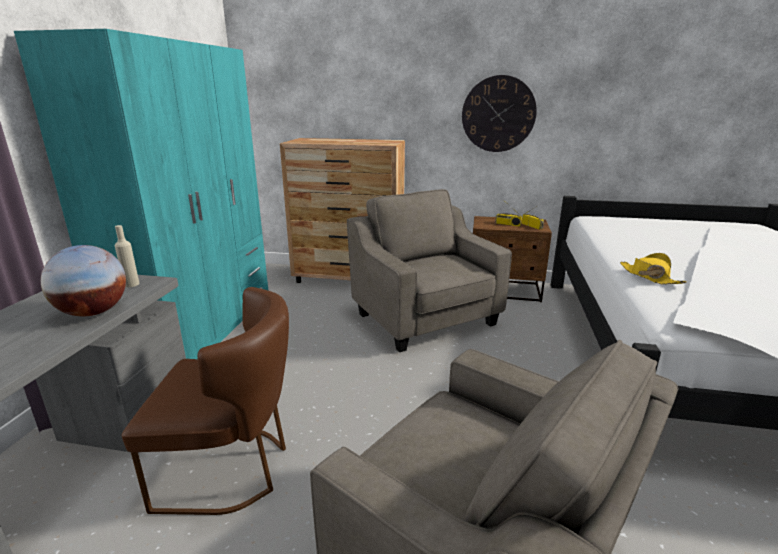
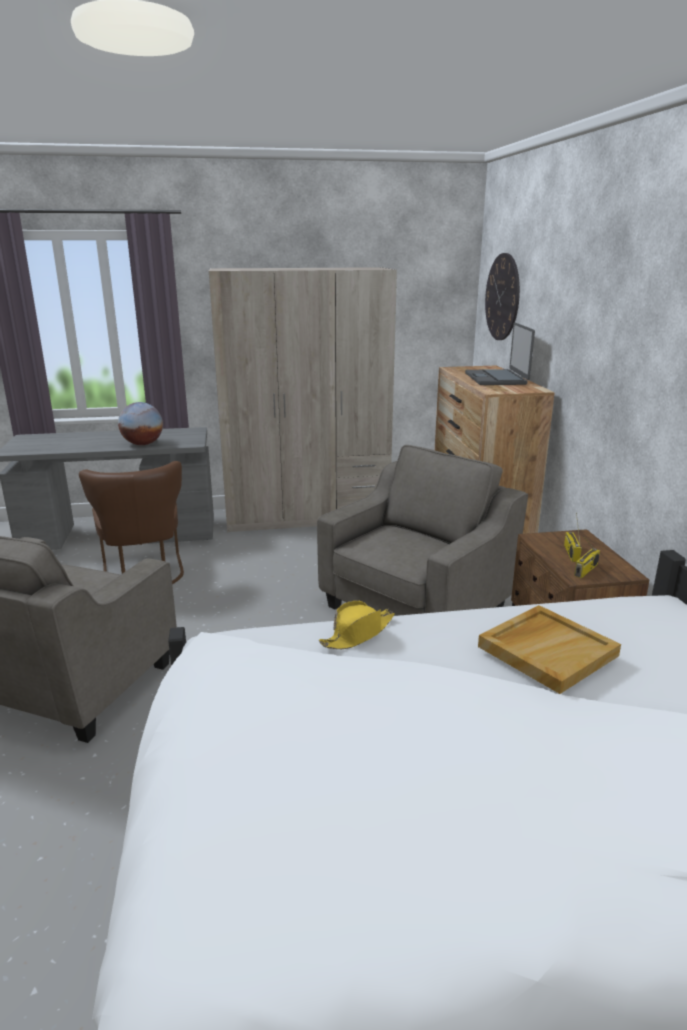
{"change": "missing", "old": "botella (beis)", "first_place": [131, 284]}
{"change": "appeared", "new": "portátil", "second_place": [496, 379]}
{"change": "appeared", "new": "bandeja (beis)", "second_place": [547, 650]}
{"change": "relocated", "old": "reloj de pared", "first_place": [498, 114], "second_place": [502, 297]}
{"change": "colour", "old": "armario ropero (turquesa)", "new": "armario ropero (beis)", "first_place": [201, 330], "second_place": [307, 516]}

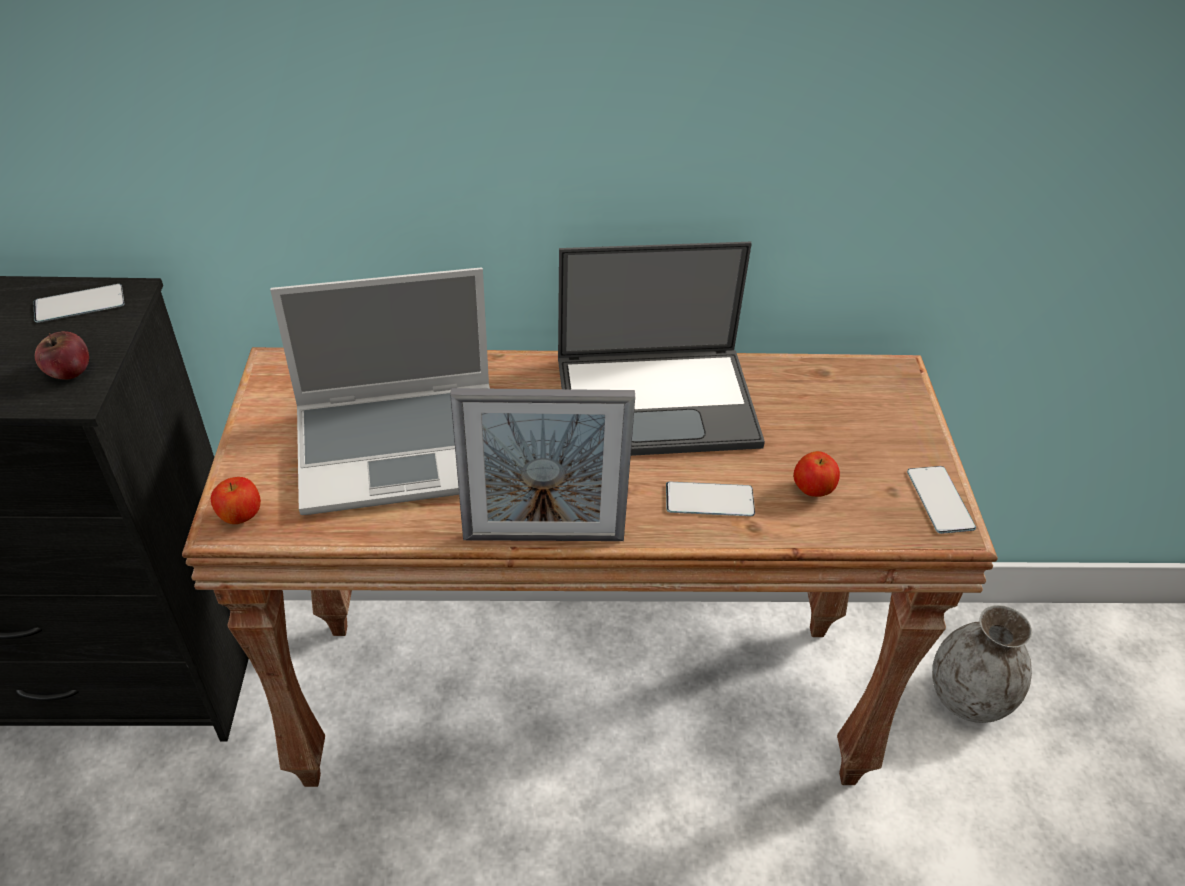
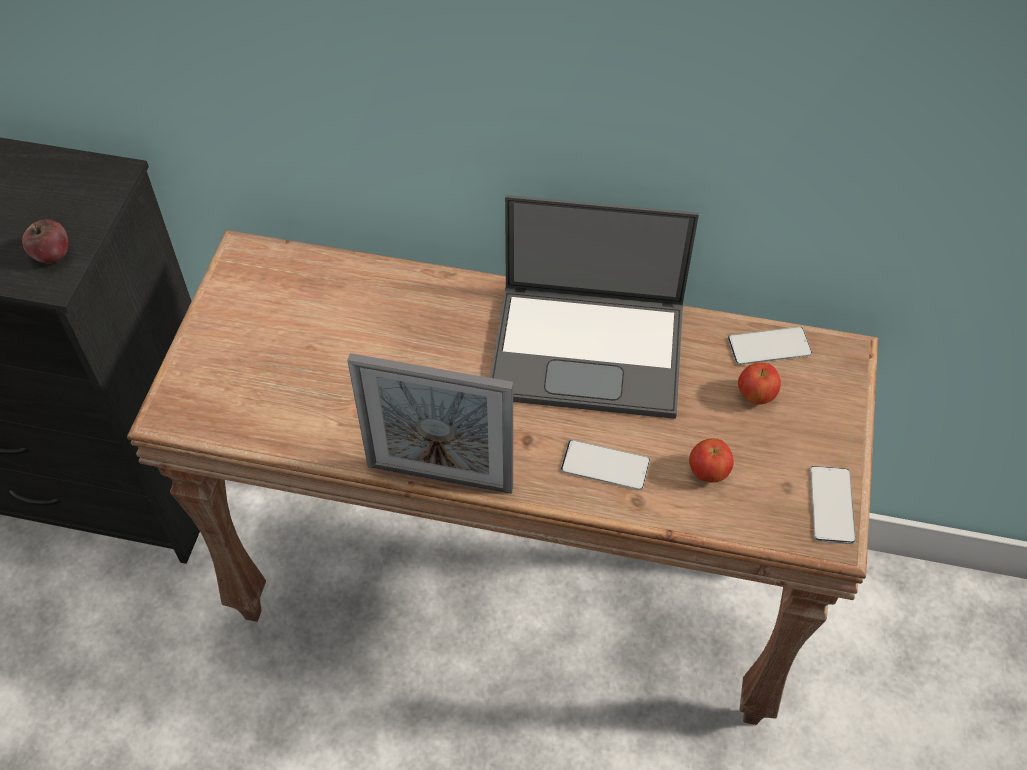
{"change": "missing", "old": "portátil", "first_place": [404, 447]}
{"change": "missing", "old": "florero (gris)", "first_place": [968, 698]}
{"change": "relocated", "old": "móvil", "first_place": [79, 304], "second_place": [769, 346]}
{"change": "relocated", "old": "manzana", "first_place": [240, 516], "second_place": [755, 395]}

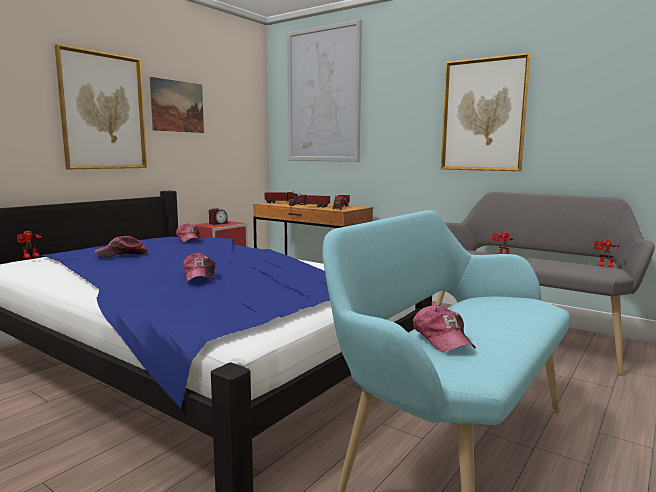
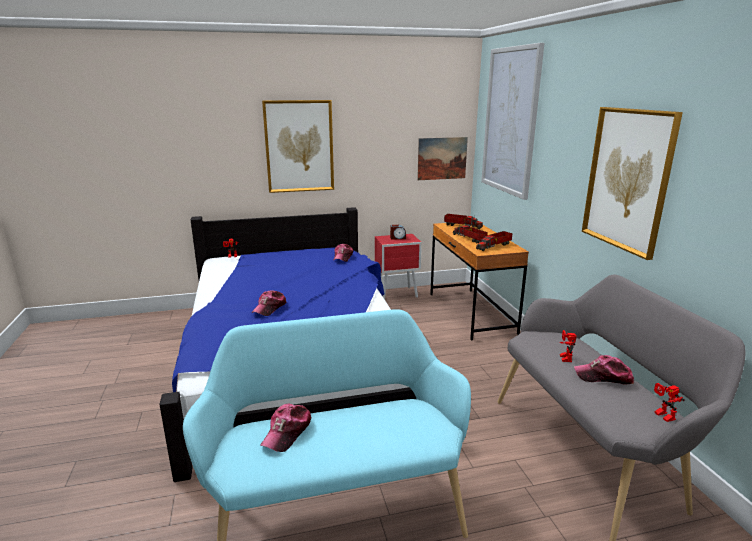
{"change": "relocated", "old": "gorra", "first_place": [122, 254], "second_place": [603, 377]}
{"change": "relocated", "old": "cuadro", "first_place": [177, 106], "second_place": [442, 158]}

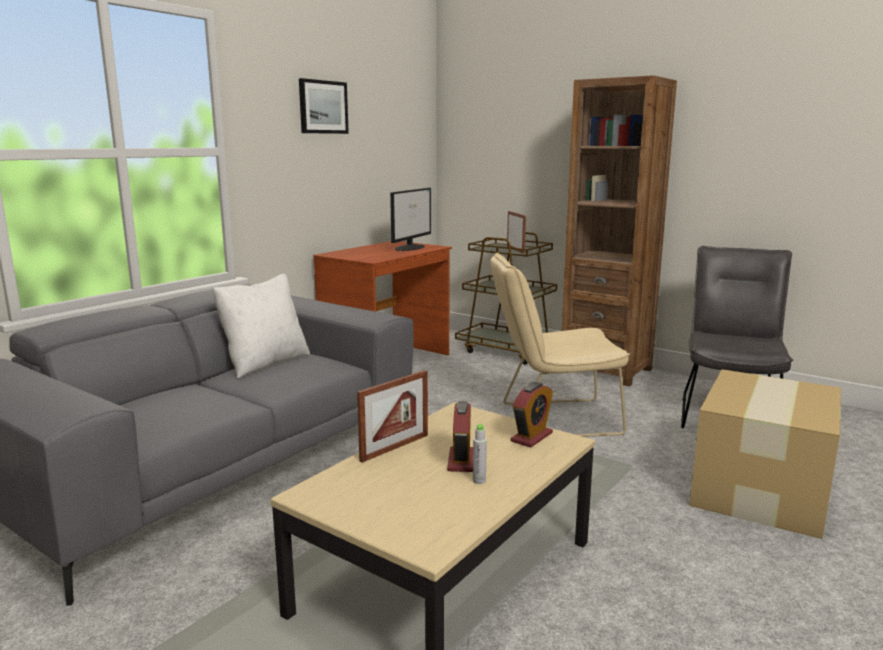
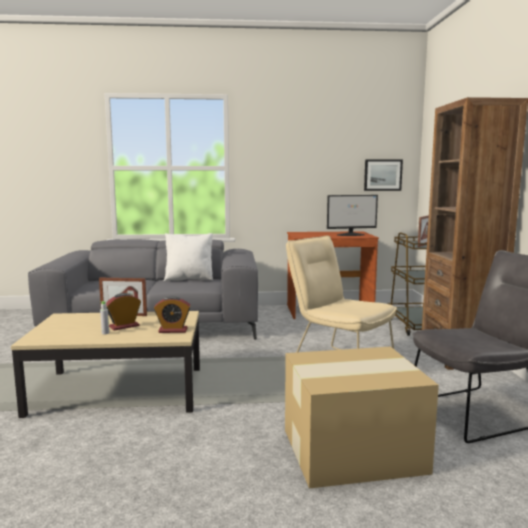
{"change": "relocated", "old": "cuadro", "first_place": [323, 107], "second_place": [382, 175]}

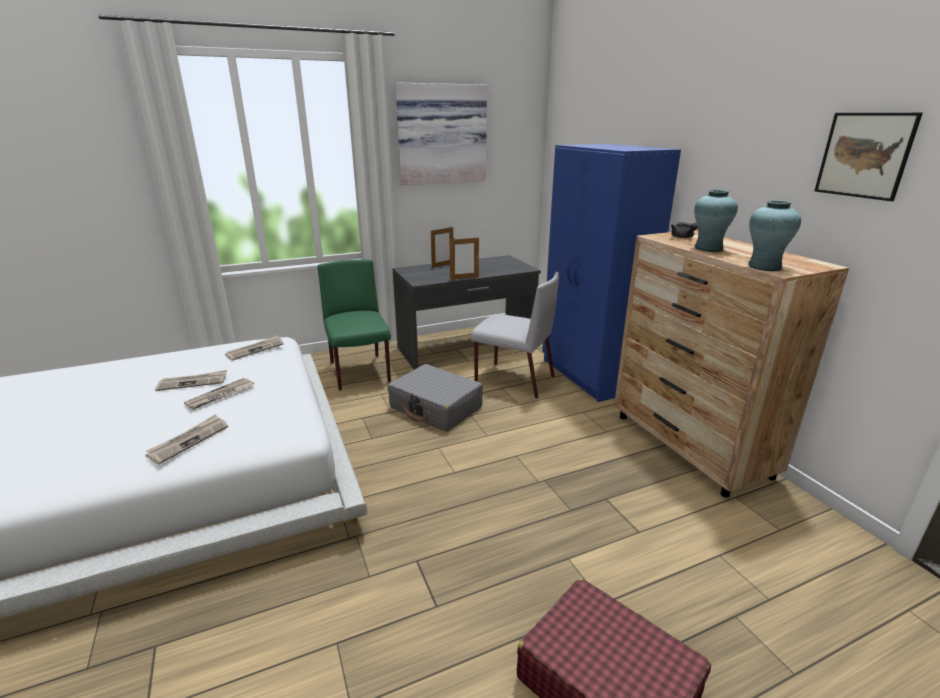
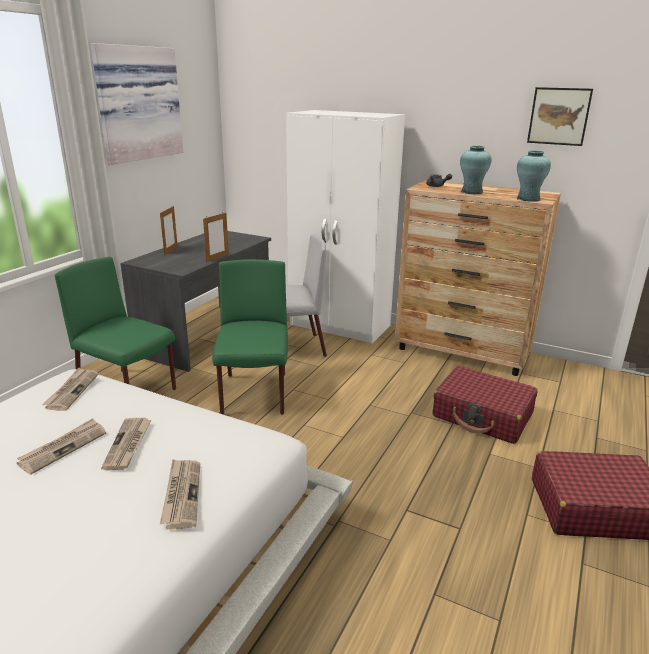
{"change": "appeared", "new": "maleta (rojo)", "second_place": [482, 415]}
{"change": "exchanged", "old": "maleta (gris)", "new": "silla (verde)", "first_place": [436, 408], "second_place": [254, 395]}
{"change": "colour", "old": "armario ropero (azul)", "new": "armario ropero (blanco)", "first_place": [589, 375], "second_place": [340, 326]}

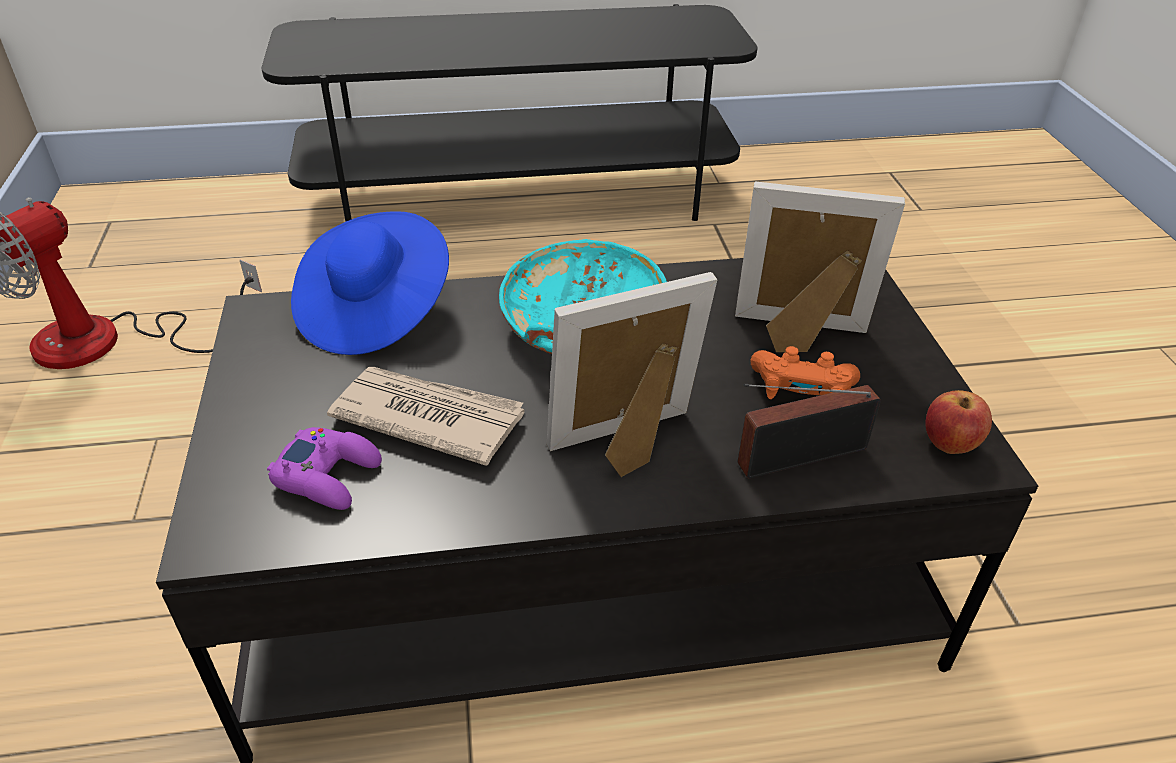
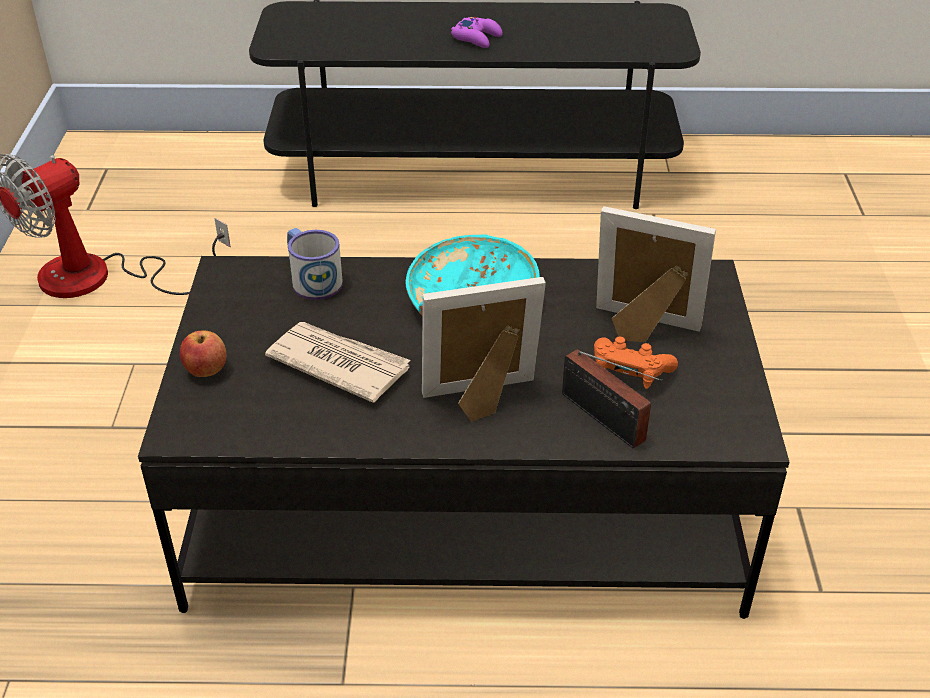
{"change": "relocated", "old": "mando de consola (morado)", "first_place": [328, 475], "second_place": [477, 38]}
{"change": "relocated", "old": "manzana", "first_place": [950, 444], "second_place": [206, 371]}
{"change": "exchanged", "old": "sombrero (azul)", "new": "taza grande", "first_place": [375, 312], "second_place": [312, 279]}
{"change": "spun", "old": "radio", "first_place": [794, 457], "second_place": [606, 421], "degrees": -120}

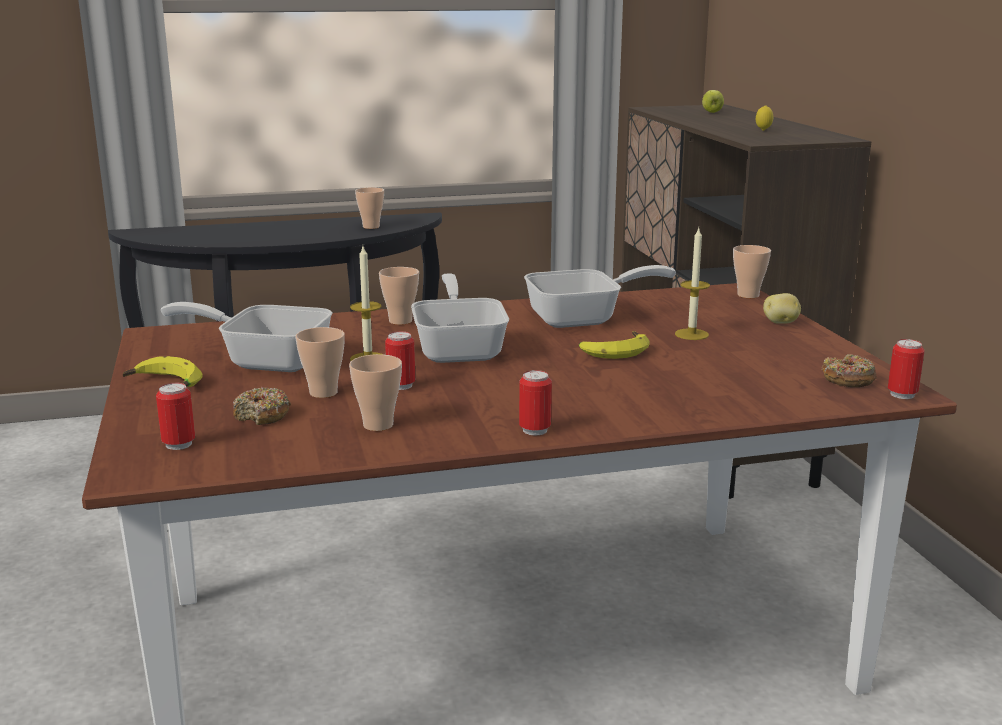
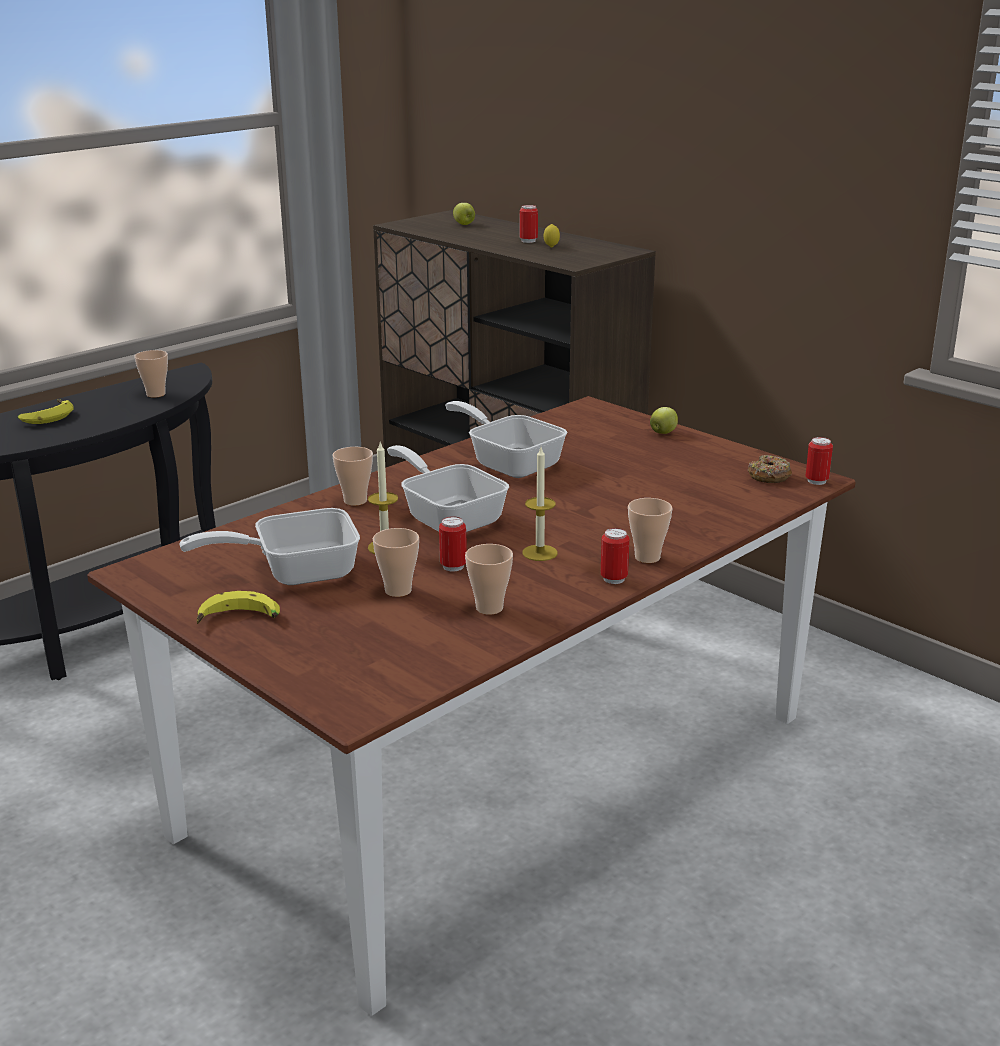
{"change": "missing", "old": "rosquilla", "first_place": [262, 415]}
{"change": "relocated", "old": "lata", "first_place": [179, 444], "second_place": [528, 241]}
{"change": "relocated", "old": "plátano", "first_place": [613, 351], "second_place": [46, 417]}
{"change": "relocated", "old": "vela", "first_place": [691, 334], "second_place": [539, 553]}
{"change": "relocated", "old": "taza", "first_place": [748, 295], "second_place": [647, 557]}
{"change": "exchanged", "old": "patata", "new": "manzana", "first_place": [781, 322], "second_place": [663, 433]}
{"change": "spun", "old": "sartén", "first_place": [584, 319], "second_place": [509, 463], "degrees": -90}

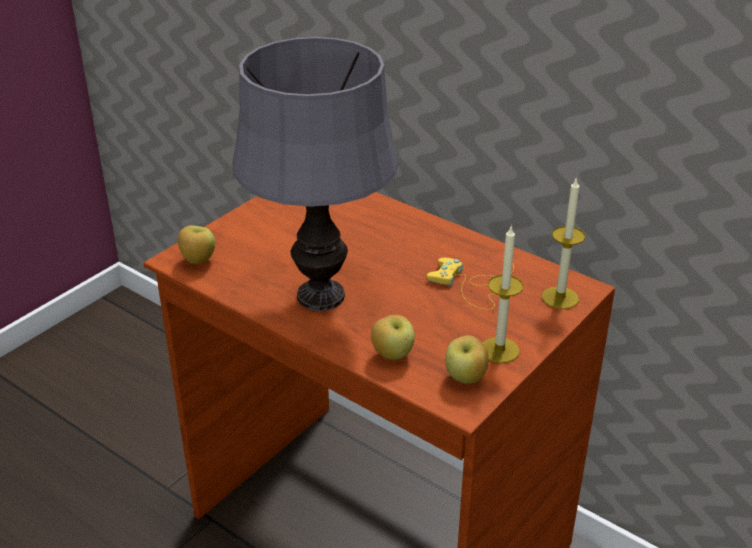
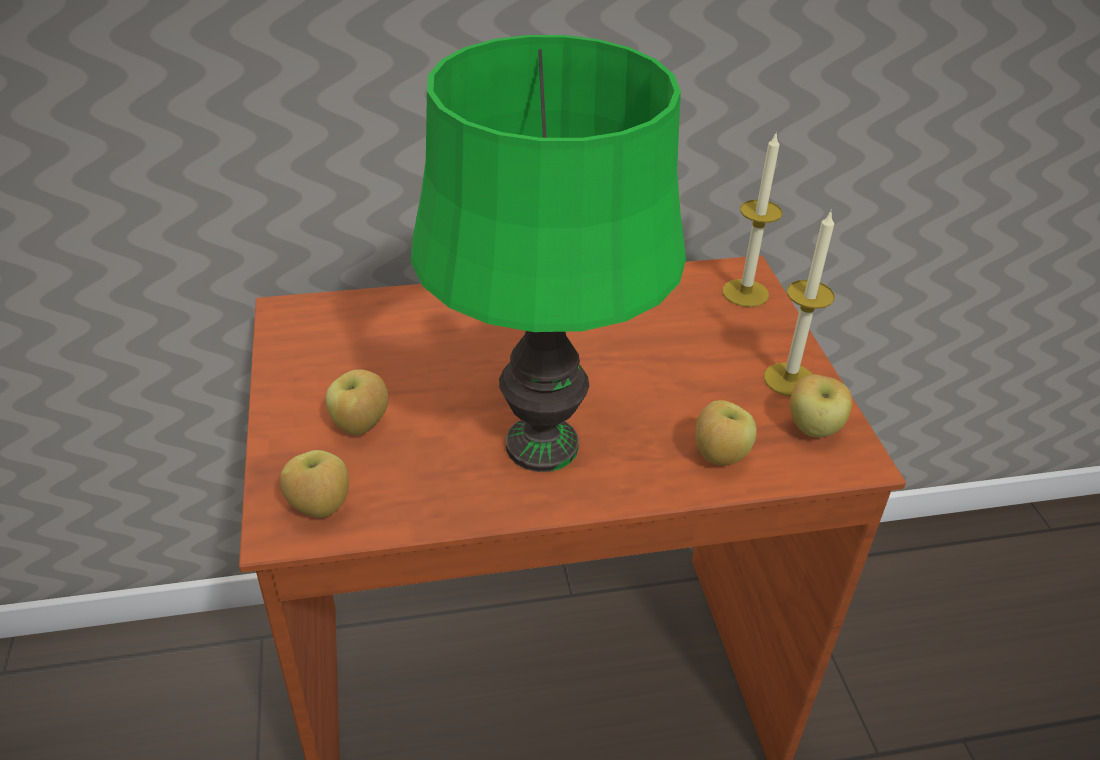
{"change": "missing", "old": "mando de consola (amarillo)", "first_place": [471, 286]}
{"change": "appeared", "new": "manzana", "second_place": [360, 426]}
{"change": "colour", "old": "lámpara de mesa (gris)", "new": "lámpara de mesa (verde)", "first_place": [319, 296], "second_place": [541, 446]}

